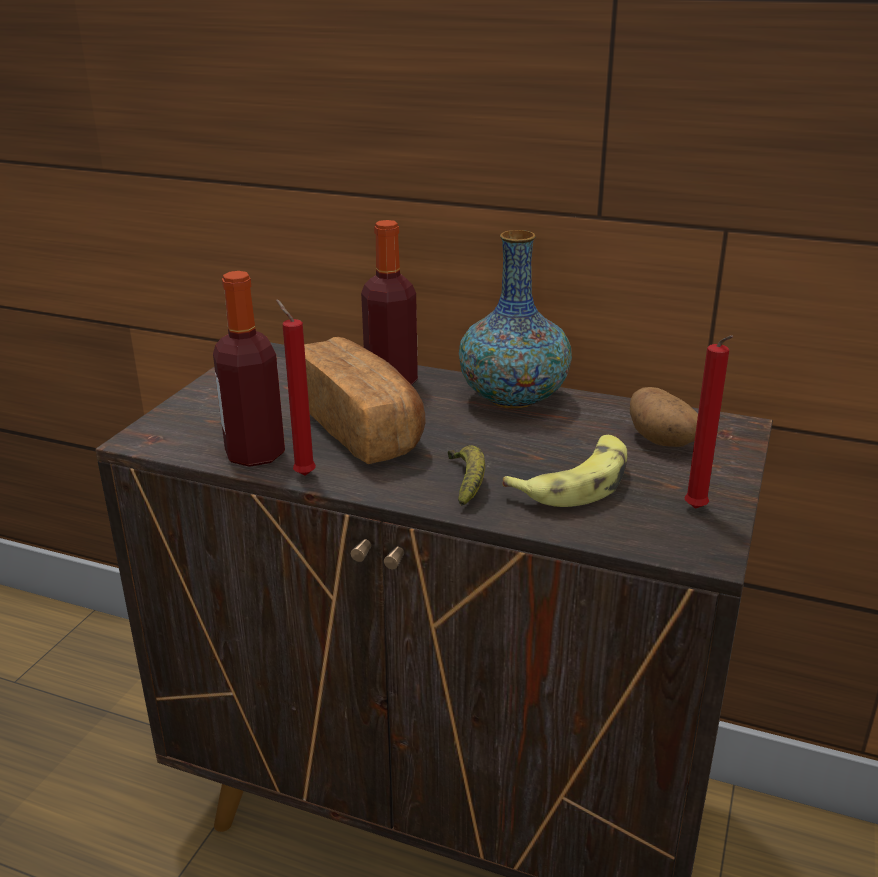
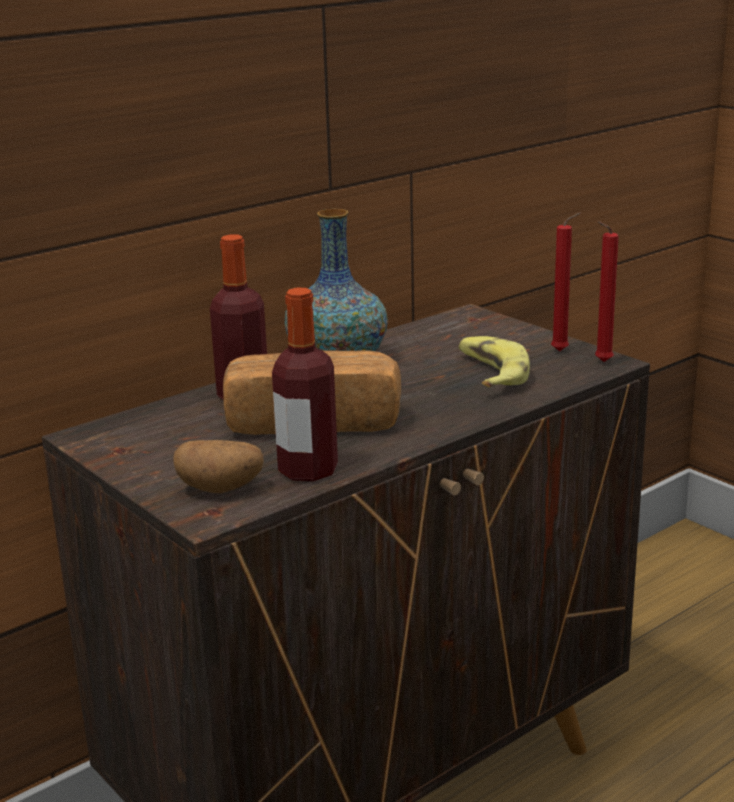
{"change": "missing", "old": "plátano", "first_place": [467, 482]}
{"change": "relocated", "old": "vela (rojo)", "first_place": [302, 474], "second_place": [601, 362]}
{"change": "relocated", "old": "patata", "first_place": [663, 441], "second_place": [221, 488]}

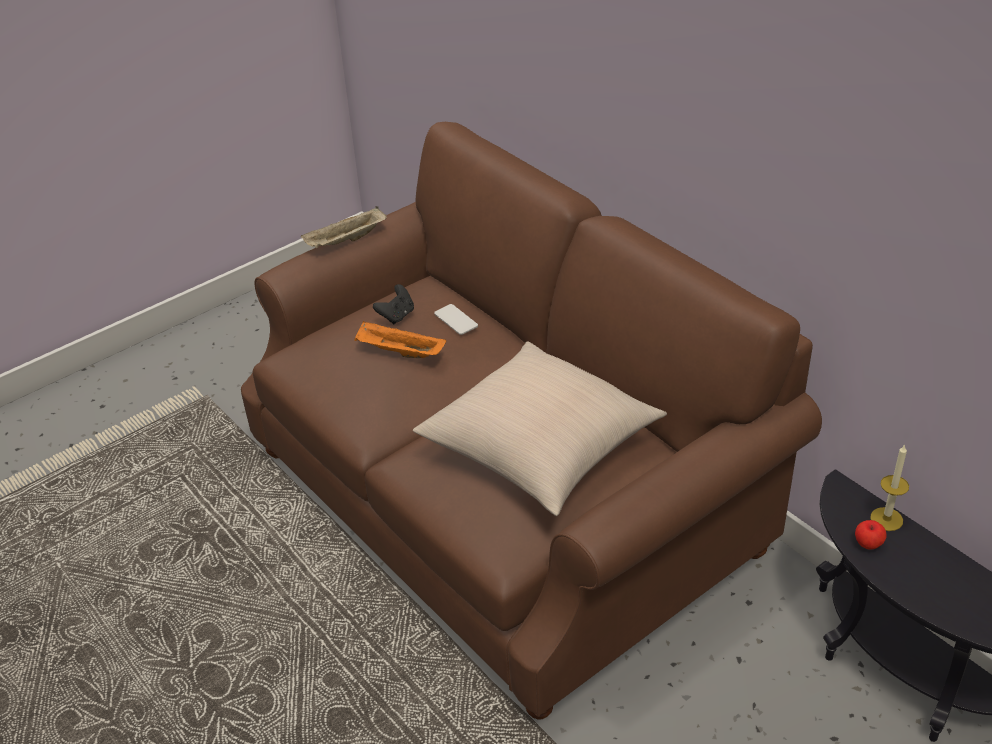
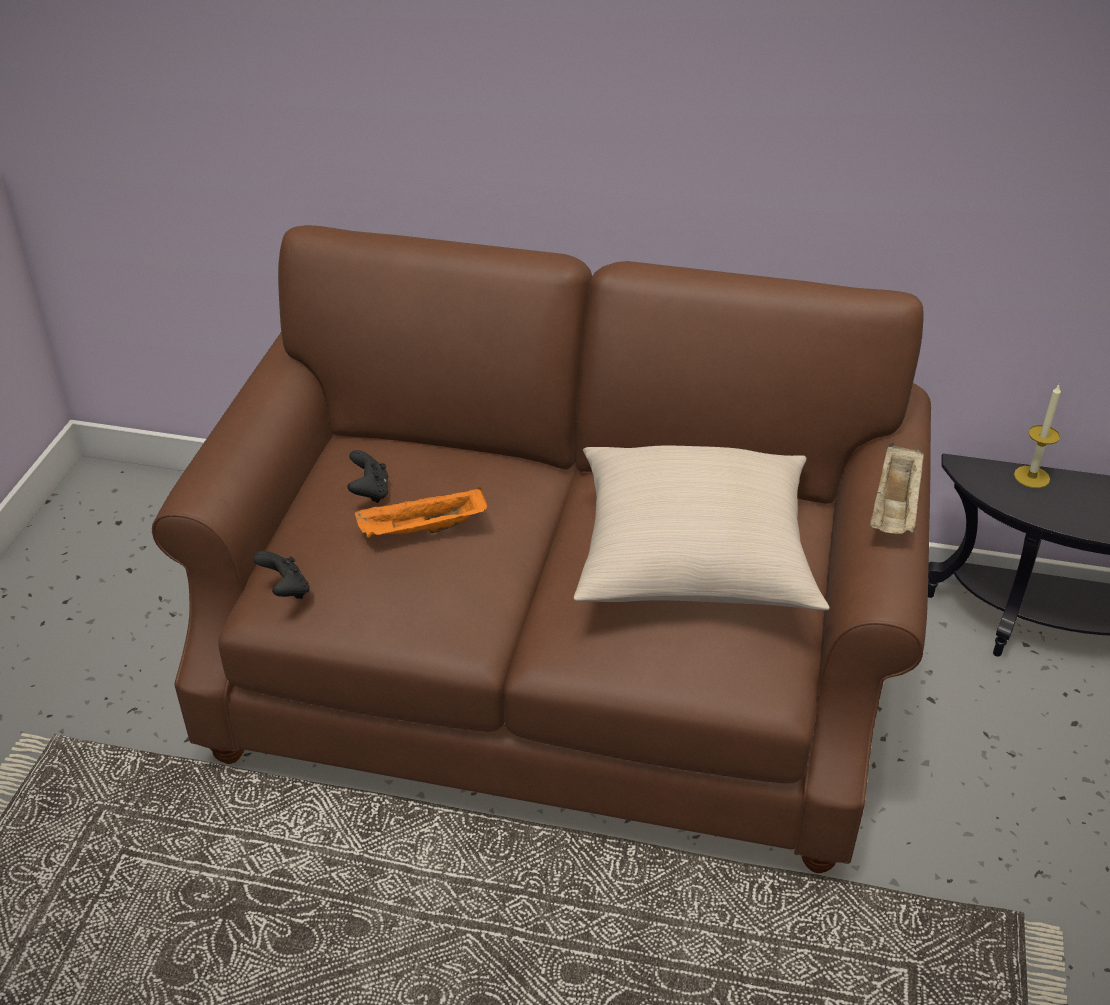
{"change": "missing", "old": "móvil", "first_place": [456, 320]}
{"change": "missing", "old": "manzana", "first_place": [868, 544]}
{"change": "appeared", "new": "mando de consola (negro)", "second_place": [286, 590]}
{"change": "relocated", "old": "bandeja (beis)", "first_place": [346, 241], "second_place": [895, 509]}

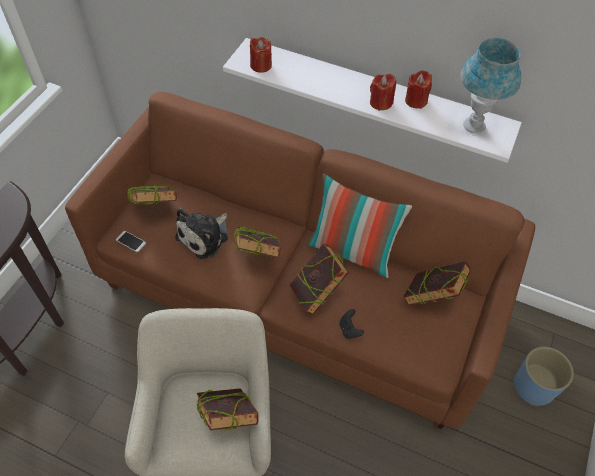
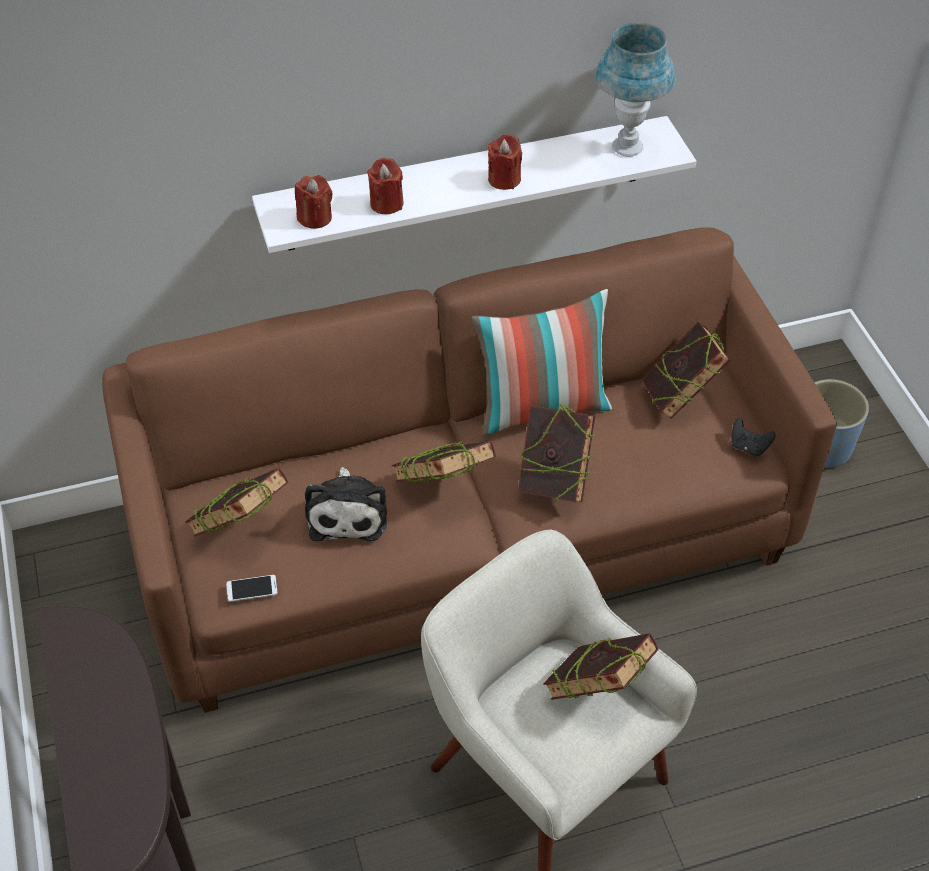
{"change": "relocated", "old": "mando de consola (negro)", "first_place": [349, 329], "second_place": [748, 446]}
{"change": "relocated", "old": "vela (rojo)", "first_place": [416, 101], "second_place": [386, 203]}

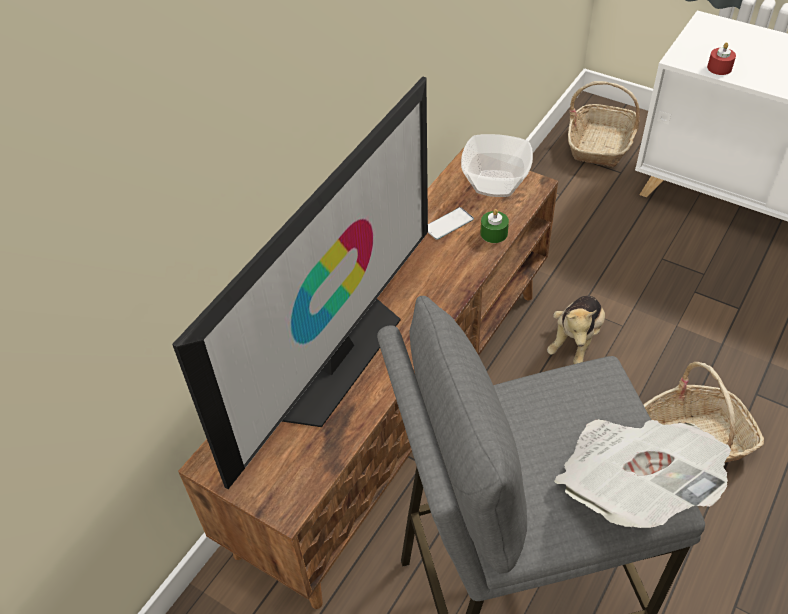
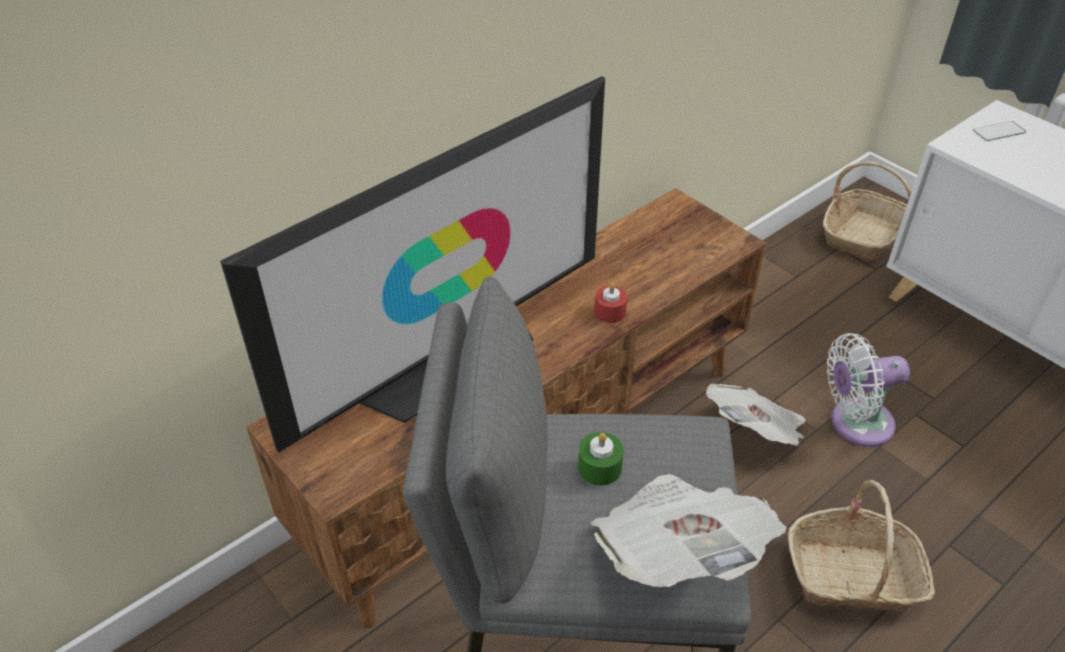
{"change": "missing", "old": "cuenco", "first_place": [496, 183]}
{"change": "appeared", "new": "ventilador (blanco)", "second_place": [855, 423]}
{"change": "relocated", "old": "móvil", "first_place": [448, 224], "second_place": [999, 131]}
{"change": "relocated", "old": "vela (verde)", "first_place": [494, 233], "second_place": [599, 467]}
{"change": "relocated", "old": "vela (rojo)", "first_place": [719, 68], "second_place": [610, 312]}
{"change": "exchanged", "old": "peluche", "new": "periódico", "first_place": [576, 340], "second_place": [755, 431]}

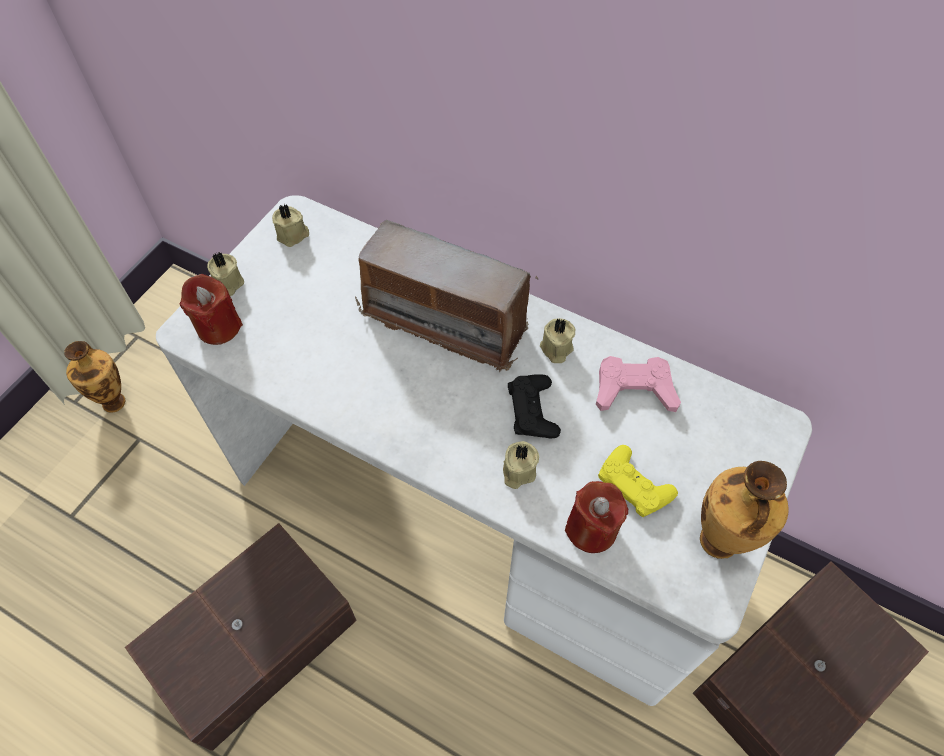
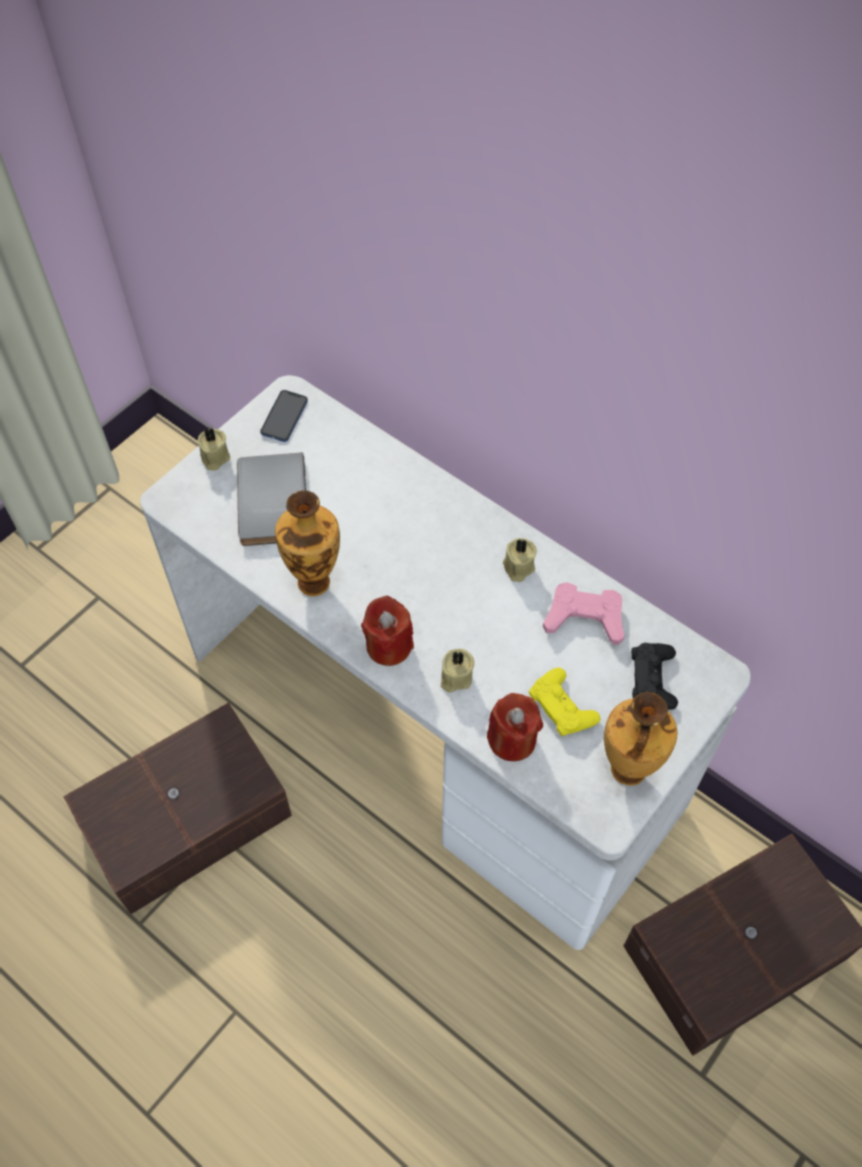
{"change": "missing", "old": "radio", "first_place": [446, 321]}
{"change": "appeared", "new": "libro (gris)", "second_place": [269, 502]}
{"change": "relocated", "old": "florero", "first_place": [114, 401], "second_place": [314, 580]}
{"change": "relocated", "old": "vela (rojo)", "first_place": [218, 327], "second_place": [388, 646]}
{"change": "relocated", "old": "mando de consola (negro)", "first_place": [532, 410], "second_place": [653, 679]}
{"change": "exchanged", "old": "vela (beis)", "new": "móvil", "first_place": [293, 235], "second_place": [284, 417]}

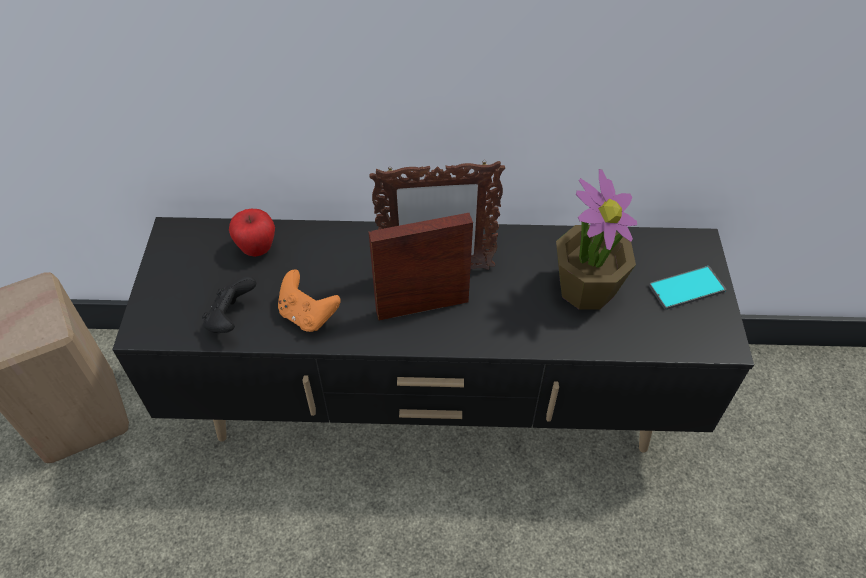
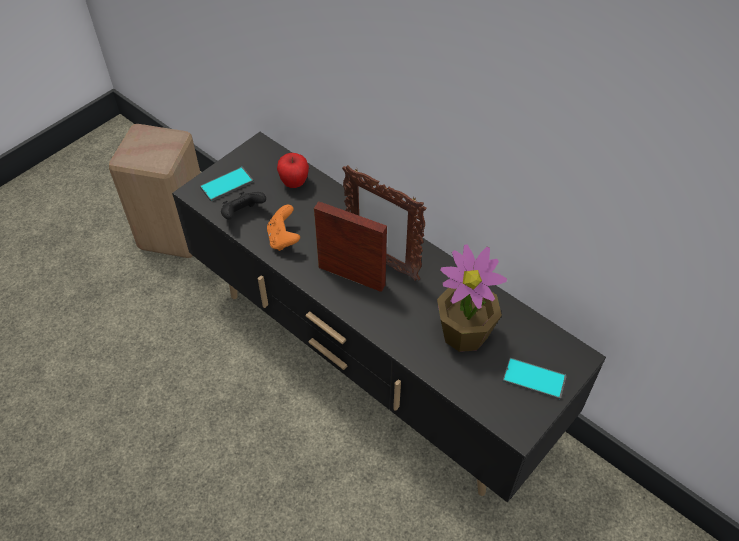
{"change": "appeared", "new": "móvil", "second_place": [227, 184]}

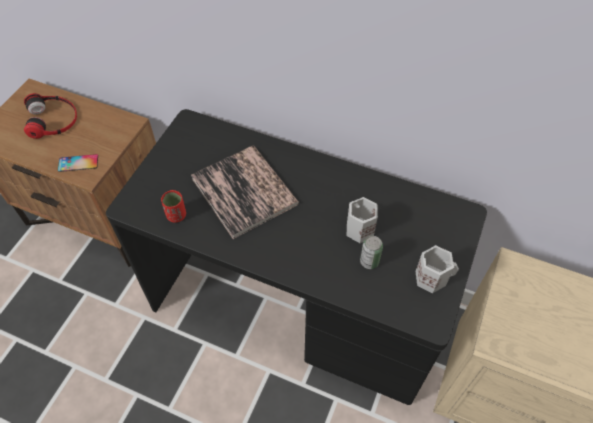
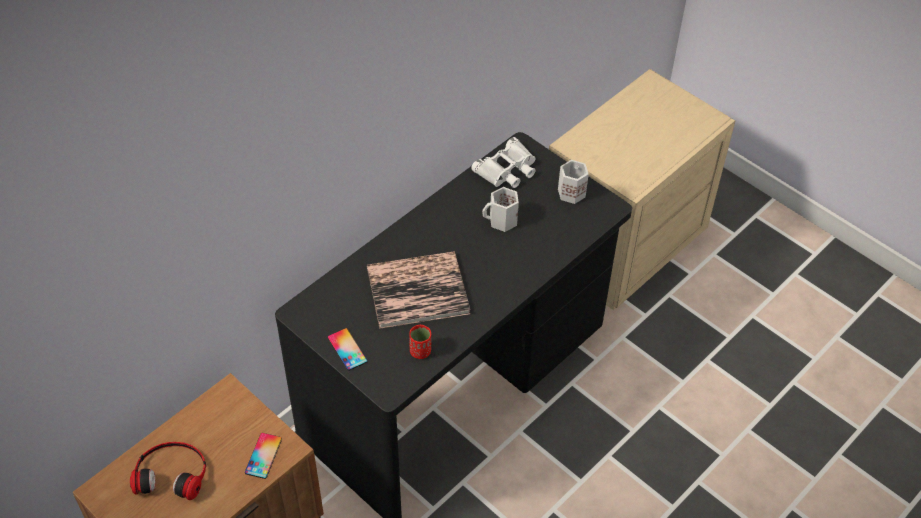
{"change": "missing", "old": "lata", "first_place": [369, 261]}
{"change": "appeared", "new": "móvil", "second_place": [347, 349]}
{"change": "appeared", "new": "prismáticos (blanco)", "second_place": [507, 170]}

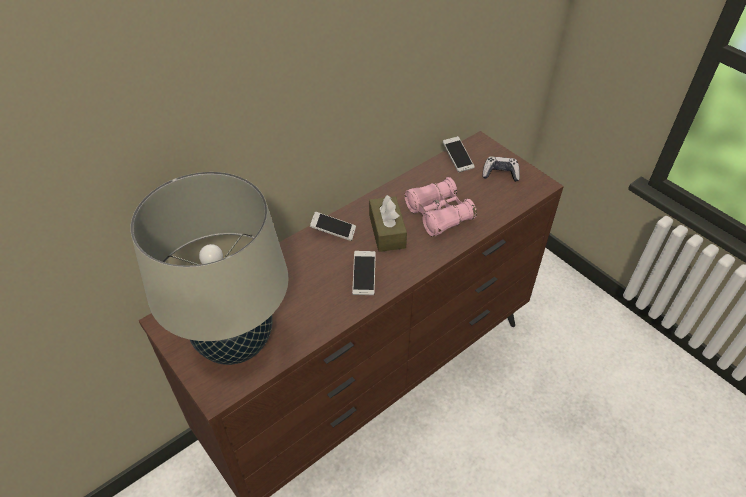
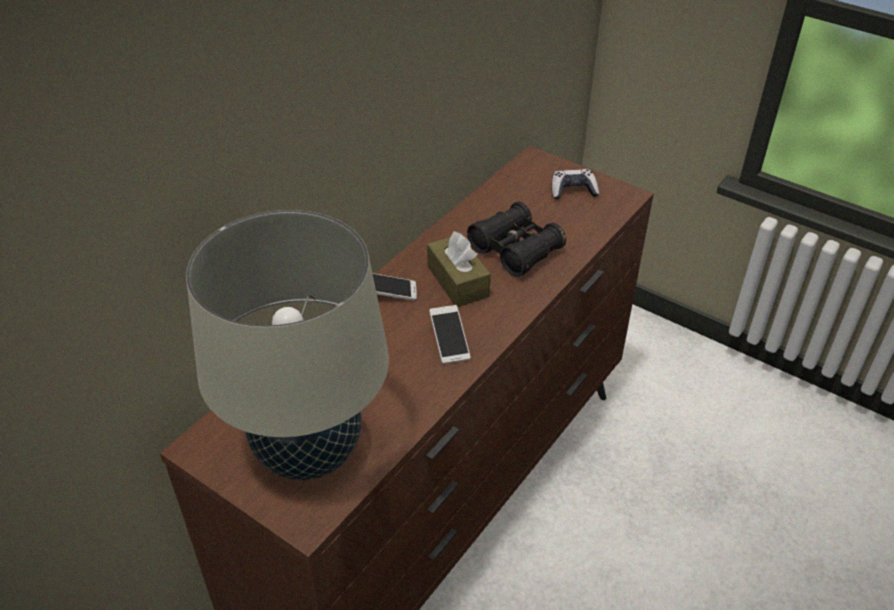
{"change": "missing", "old": "móvil", "first_place": [457, 159]}
{"change": "colour", "old": "prismáticos (rosa)", "new": "prismáticos (negro)", "first_place": [438, 214], "second_place": [515, 250]}

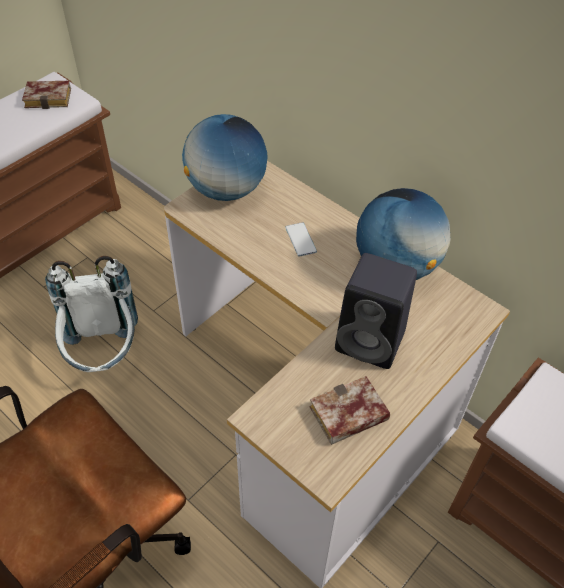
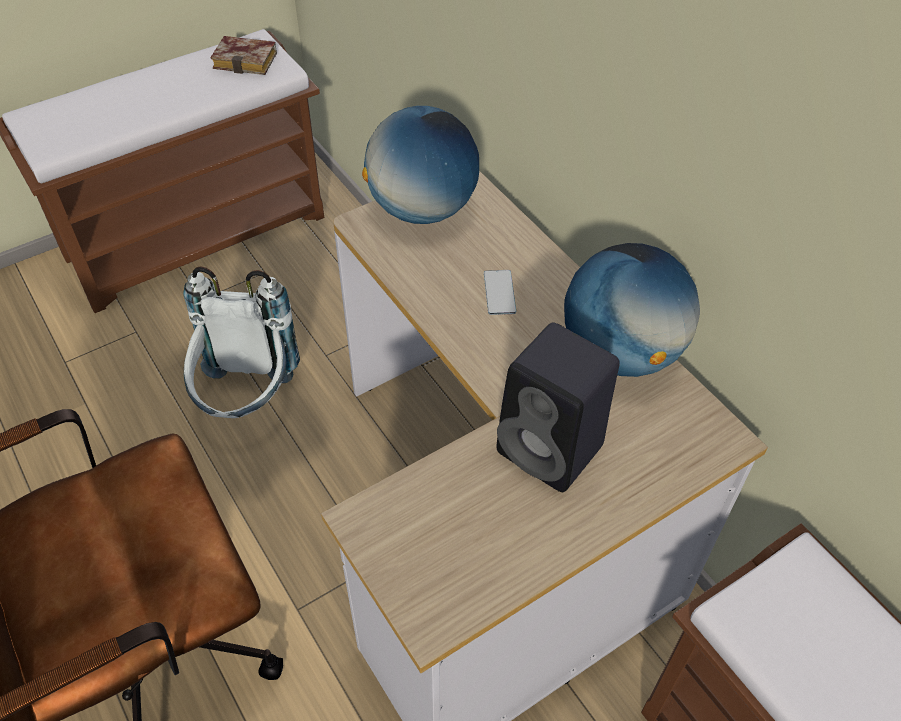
{"change": "missing", "old": "libro", "first_place": [347, 417]}

